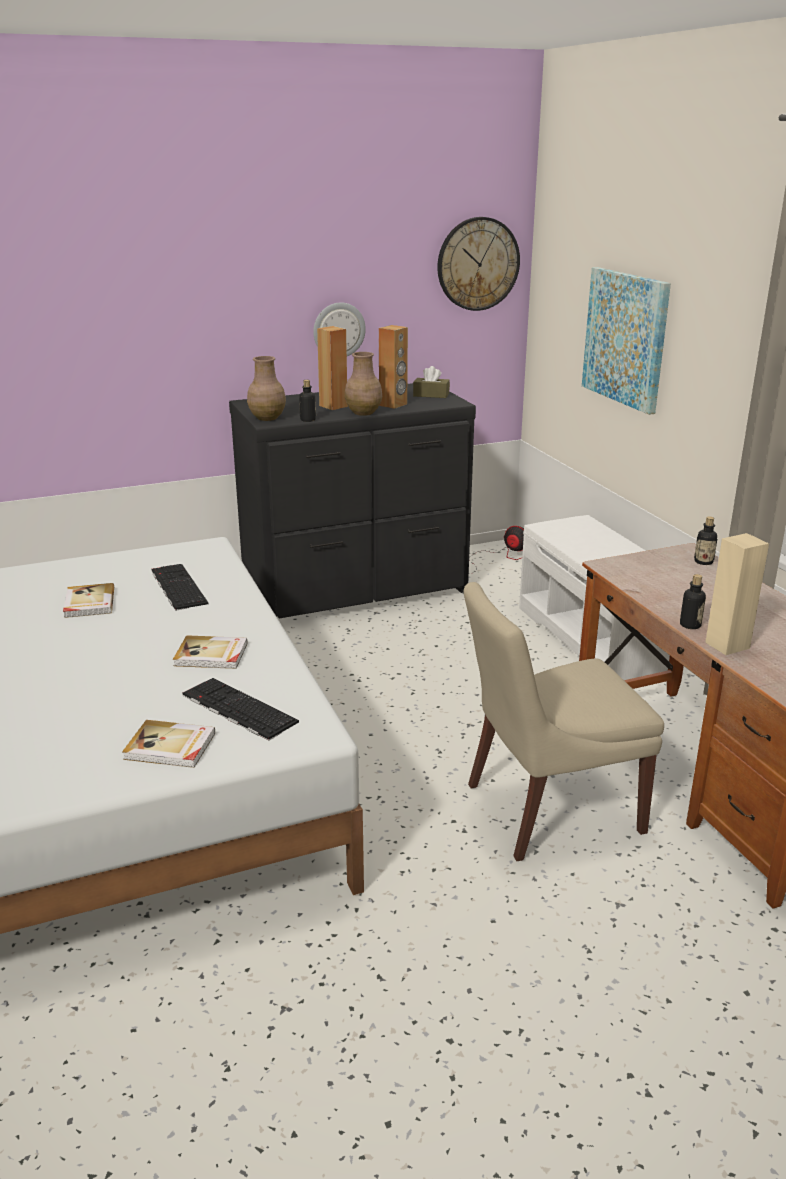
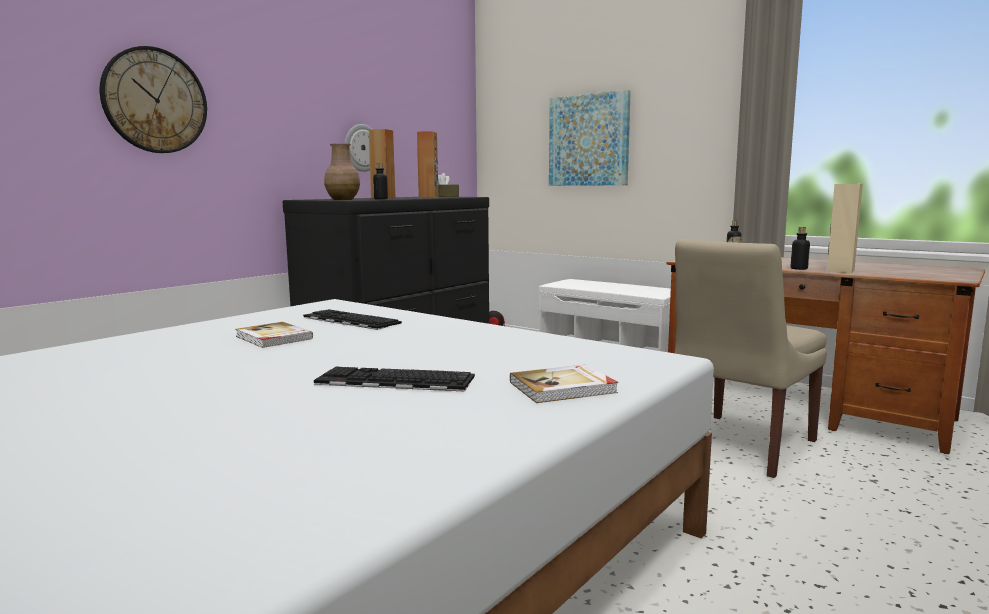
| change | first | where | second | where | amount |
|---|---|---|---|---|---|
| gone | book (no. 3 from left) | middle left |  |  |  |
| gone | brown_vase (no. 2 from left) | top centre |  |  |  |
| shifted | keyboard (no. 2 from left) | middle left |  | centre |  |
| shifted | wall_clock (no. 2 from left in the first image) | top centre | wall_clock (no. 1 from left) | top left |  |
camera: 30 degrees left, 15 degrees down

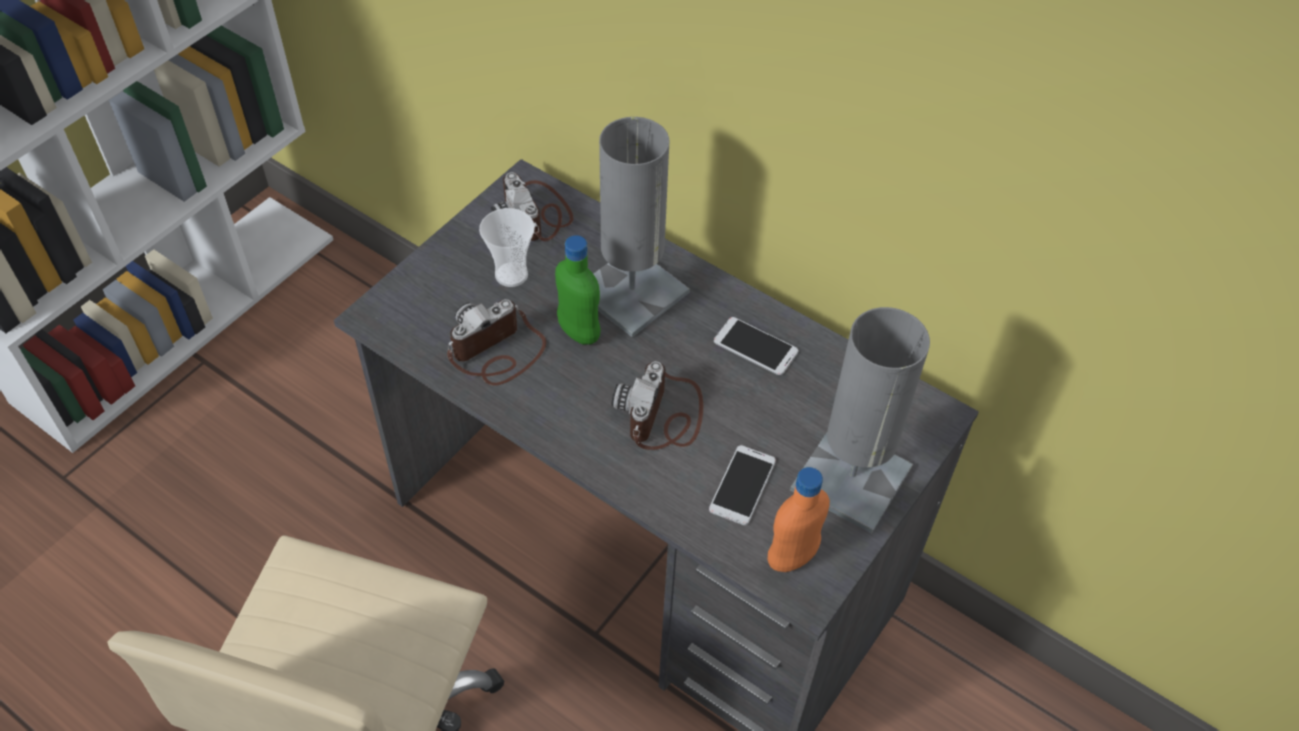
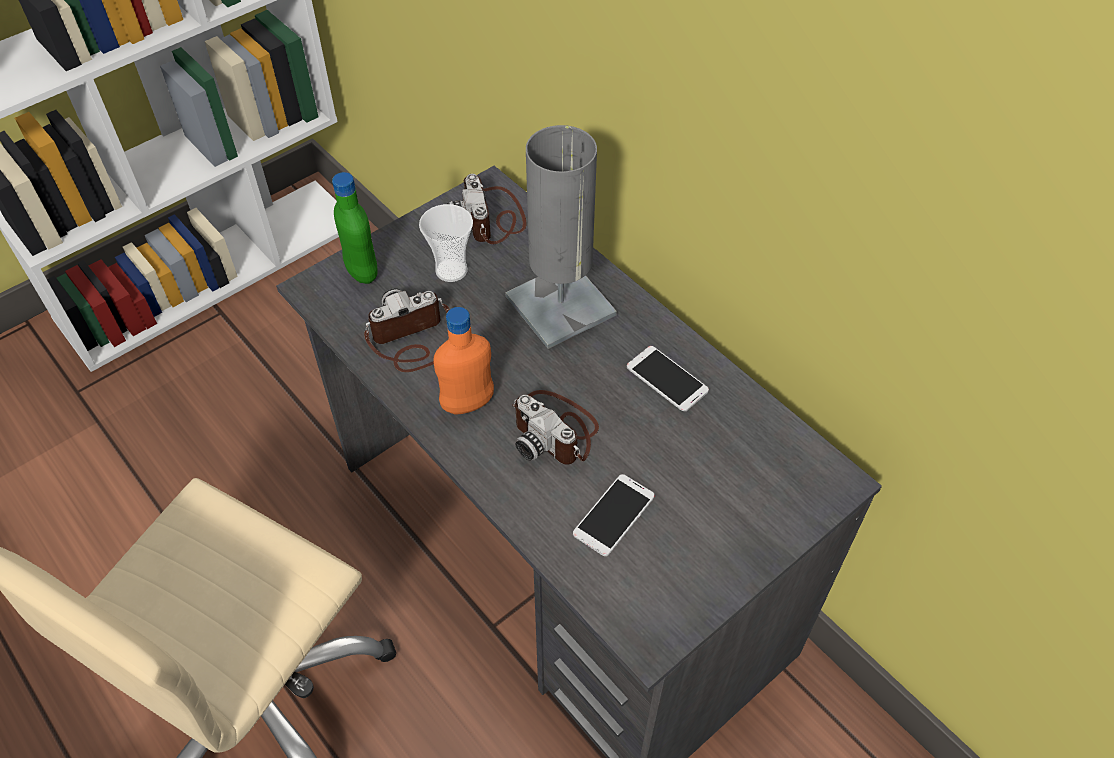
| change | first | where | second | where | amount |
|---|---|---|---|---|---|
| gone | grey_table_lamp (no. 2 from left) | centre |  |  |  |
| shifted | green_bottle | centre |  | top left |  |
| shifted | orange_bottle | bottom centre |  | centre |  |
| rotated | photo_camera (no. 3 from left) | centre |  | centre | 75 degrees counterclockwise |
camera: 15 degrees right, 0 degrees up

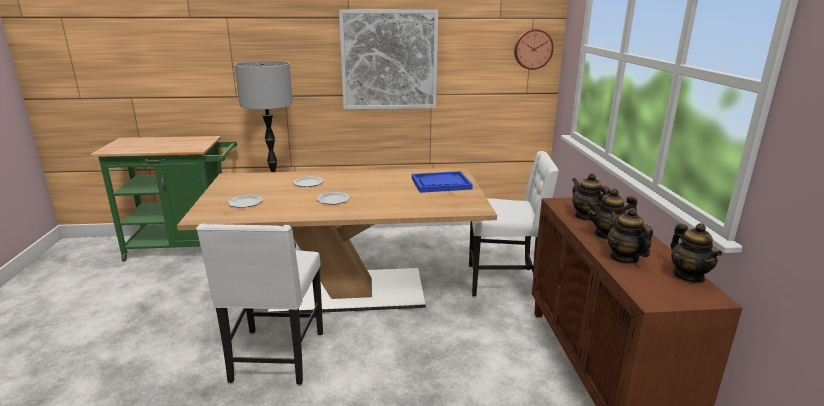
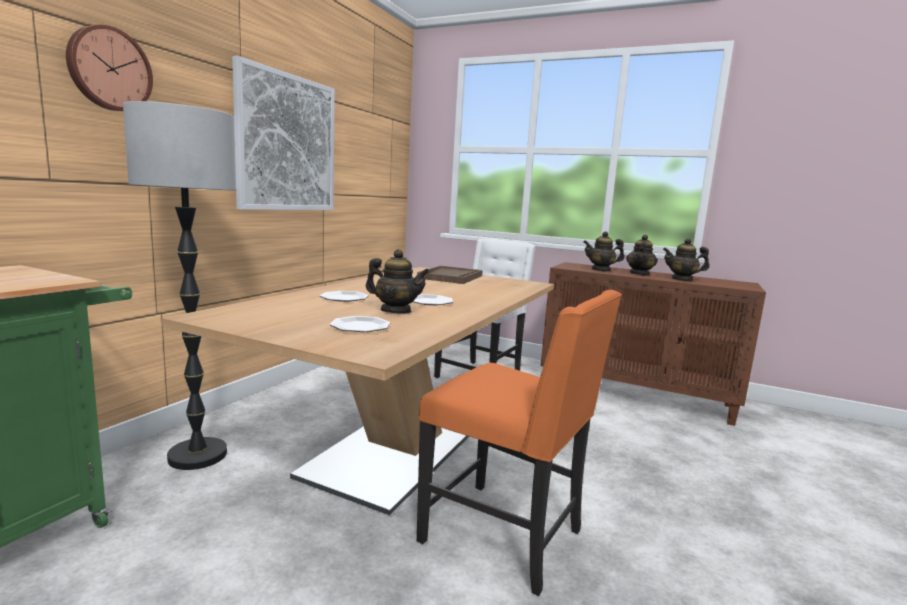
| change | first | where | second | where | amount |
|---|---|---|---|---|---|
| shifted | wall_clock | top centre |  | top left |  |
| shifted | teapot (no. 4 from left in the first image) | middle right | teapot (no. 1 from left) | centre |  |
| repainted | white_chair (no. 1 from left) | bottom left | orange_chair | bottom centre |  |
| repainted | blue_tray | centre | brown_tray | centre |  |
camera: 60 degrees left, 10 degrees down

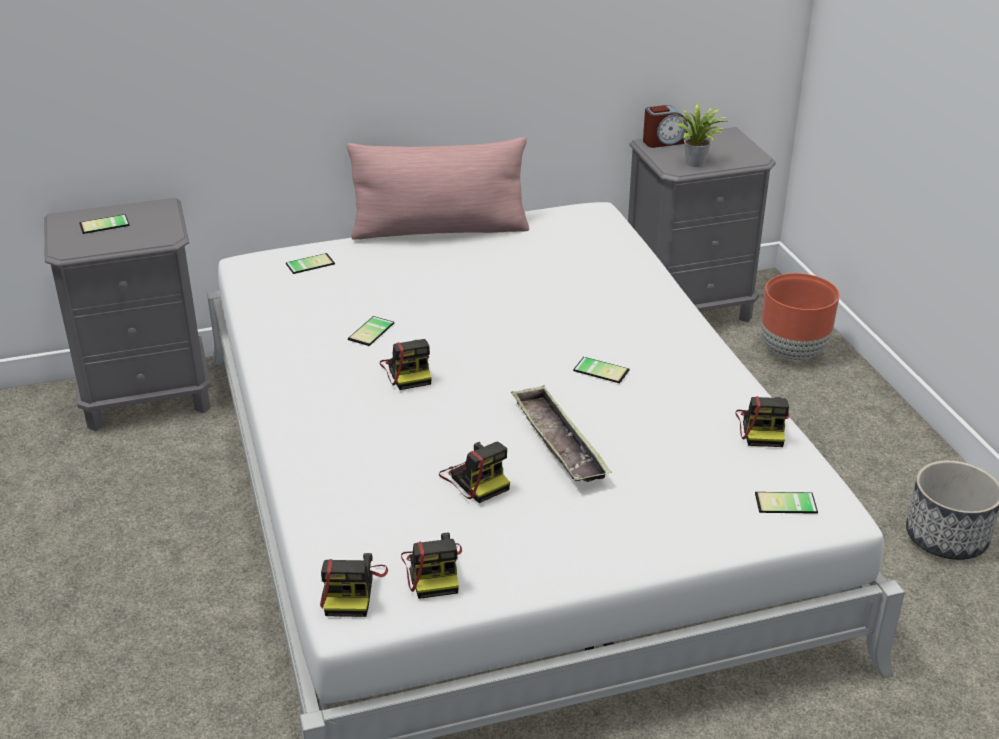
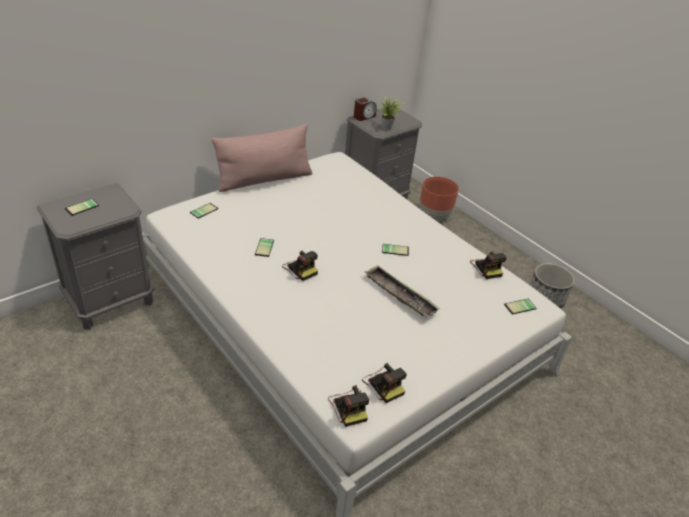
| change | first | where | second | where | amount |
|---|---|---|---|---|---|
| gone | photo_camera (no. 4 from left) | centre |  |  |  |
camera: 25 degrees left, 5 degrees up

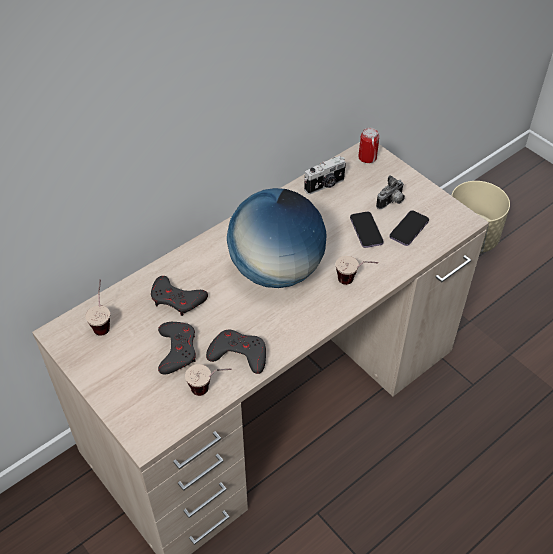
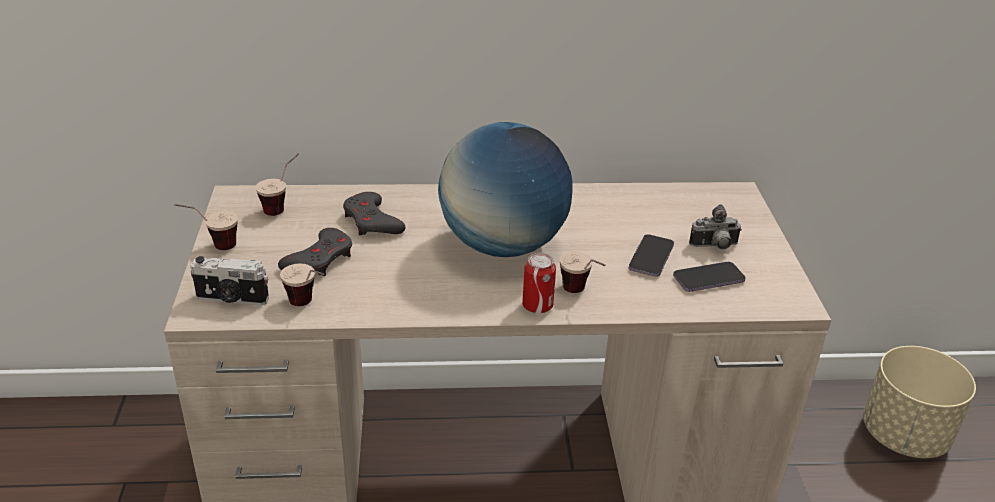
| change | first | where | second | where | amount |
|---|---|---|---|---|---|
| gone | grey_game_controller (no. 3 from left) | centre |  |  |  |
| new |  |  | cup (no. 1 from left) | middle left |  |
| shifted | photo_camera (no. 1 from left) | top centre |  | middle left |  |
| shifted | can | top centre |  | centre |  |
camera: 35 degrees right, 15 degrees down

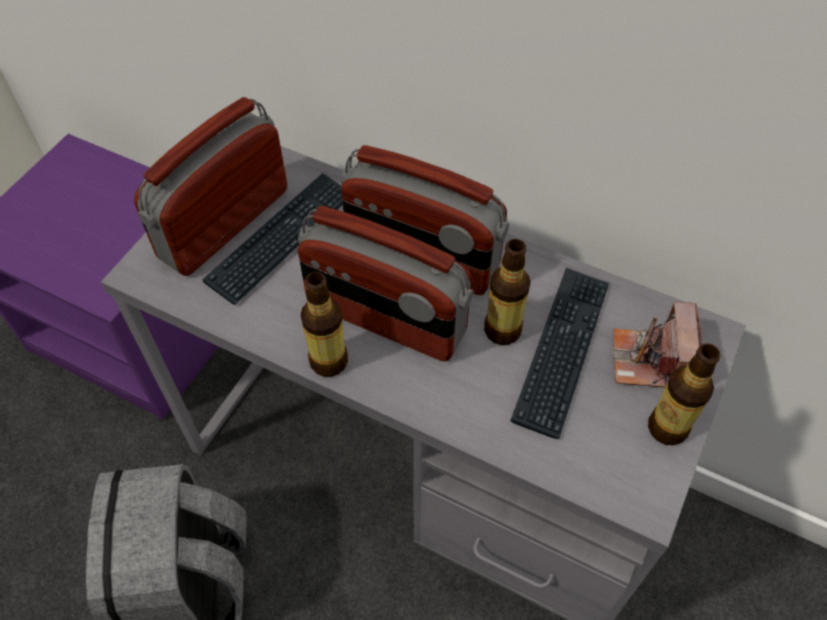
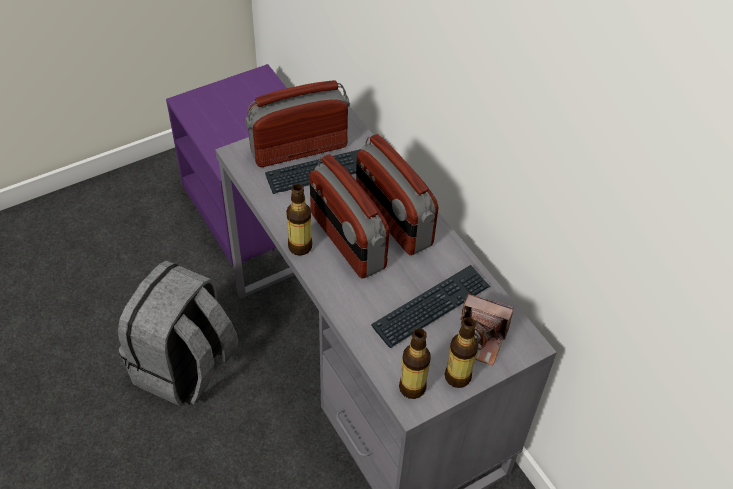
| change | first | where | second | where | amount |
|---|---|---|---|---|---|
| shifted | bottle (no. 2 from left) | centre |  | bottom centre |  |
| rotated | photo_camera | middle right |  | bottom centre | 105 degrees counterclockwise |
camera: 30 degrees right, 5 degrees down

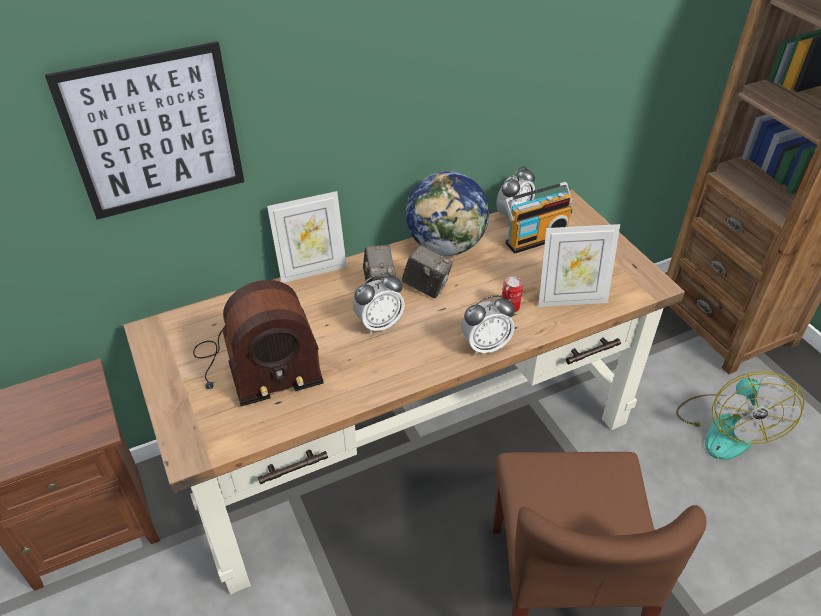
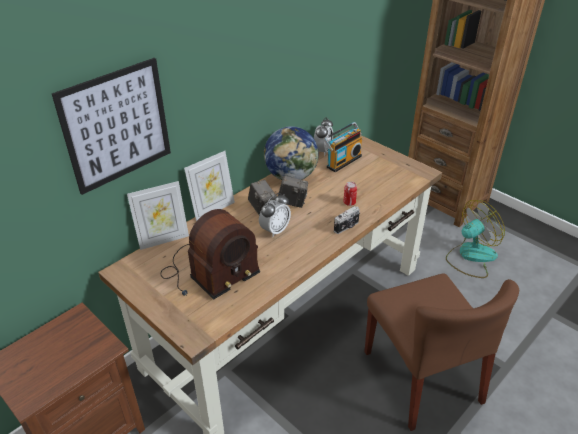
| change | first | where | second | where | amount |
|---|---|---|---|---|---|
| shifted | picture_frame (no. 2 from left in the first image) | middle right | picture_frame (no. 1 from left) | middle left |  |
| swapped | alarm_clock (no. 2 from left) | centre | photo_camera (no. 3 from left) | centre |  |
| rotated | fan | bottom right |  | middle right | 105 degrees counterclockwise |
camera: 20 degrees left, 5 degrees down

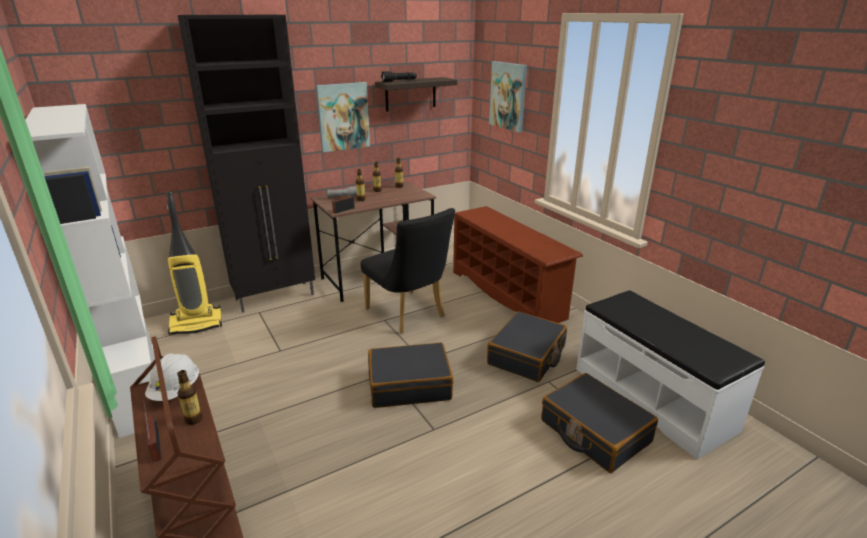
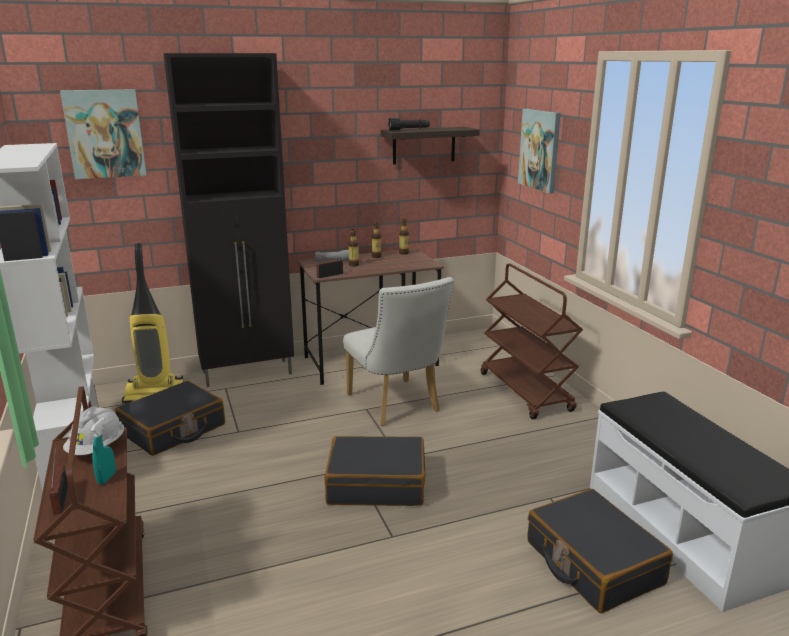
| change | first | where | second | where | amount |
|---|---|---|---|---|---|
| shifted | picture (no. 1 from left) | top centre |  | top left |  |
| shifted | black_suitcase (no. 2 from left in the first image) | centre | black_suitcase (no. 1 from left) | middle left |  |
| swapped | bottle (no. 1 from left) | bottom left | turquoise_spray_bottle | bottom left |  |
| swapped | brown_shoe_rack | centre | brown_cart (no. 2 from left) | middle right |  |
| repainted | black_chair | centre | white_chair | centre |  |
camera: 10 degrees right, 5 degrees down

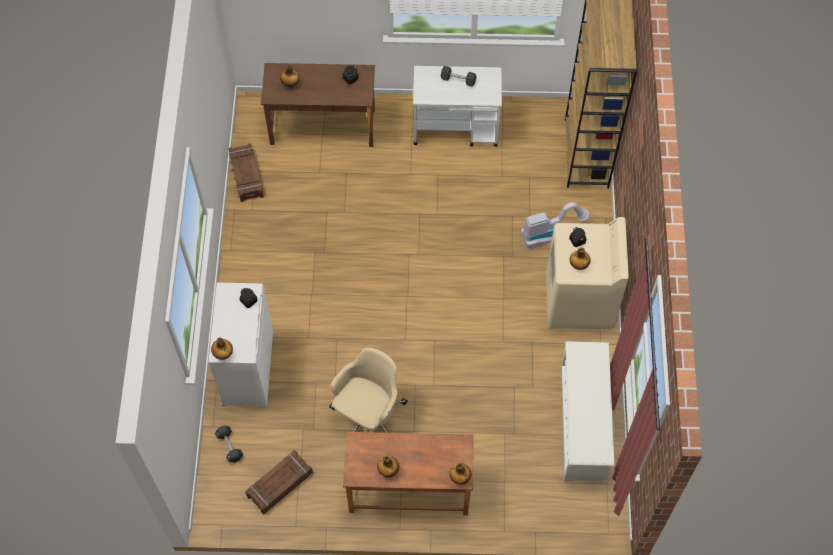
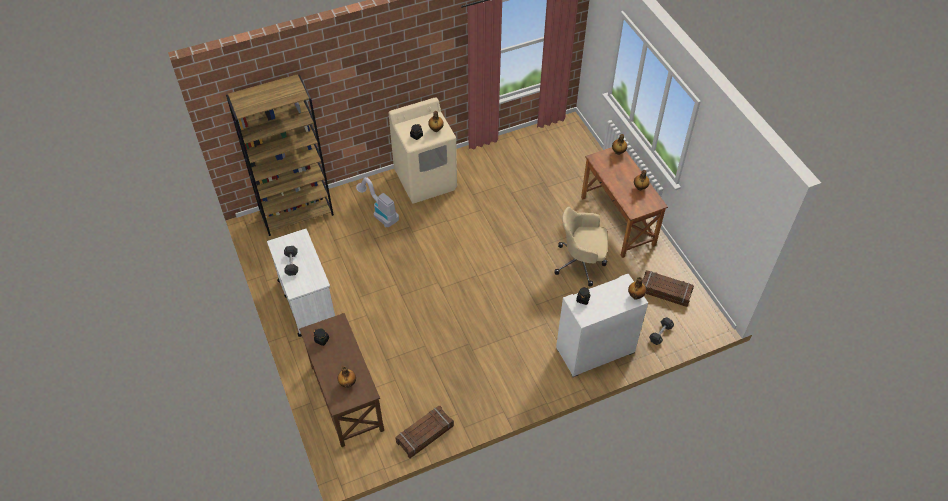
| change | first | where | second | where | amount |
|---|---|---|---|---|---|
| gone | white_shoe_rack | bottom right |  |  |  |
camera: 115 degrees left, 10 degrees down

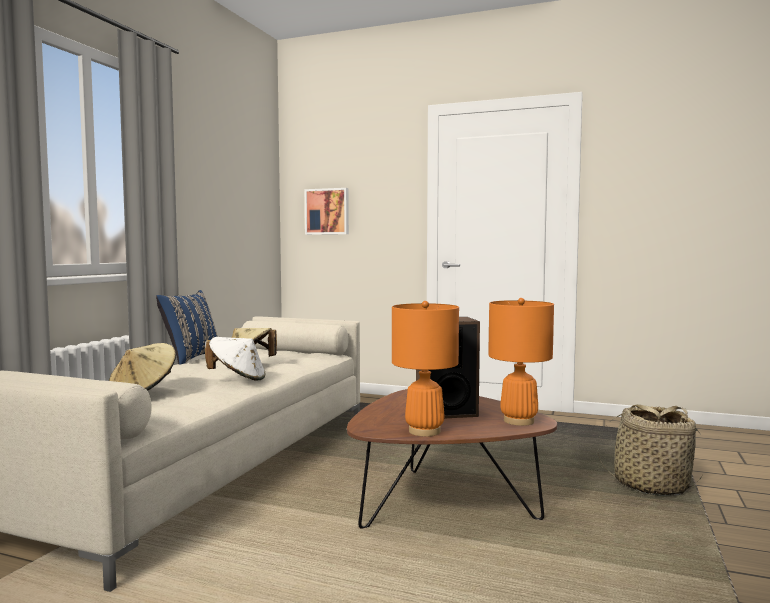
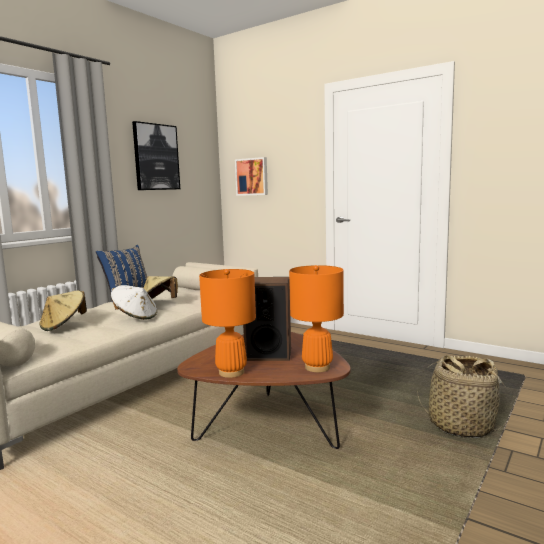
| change | first | where | second | where | amount |
|---|---|---|---|---|---|
| new |  |  | picture (no. 1 from left) | top left |  |
camera: 15 degrees right, 5 degrees up

